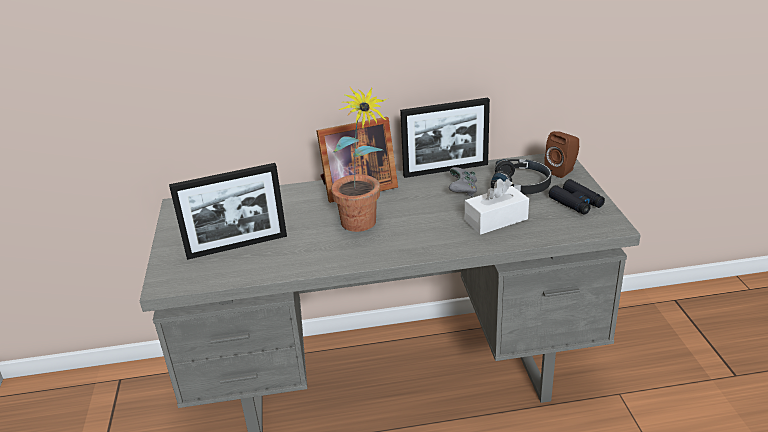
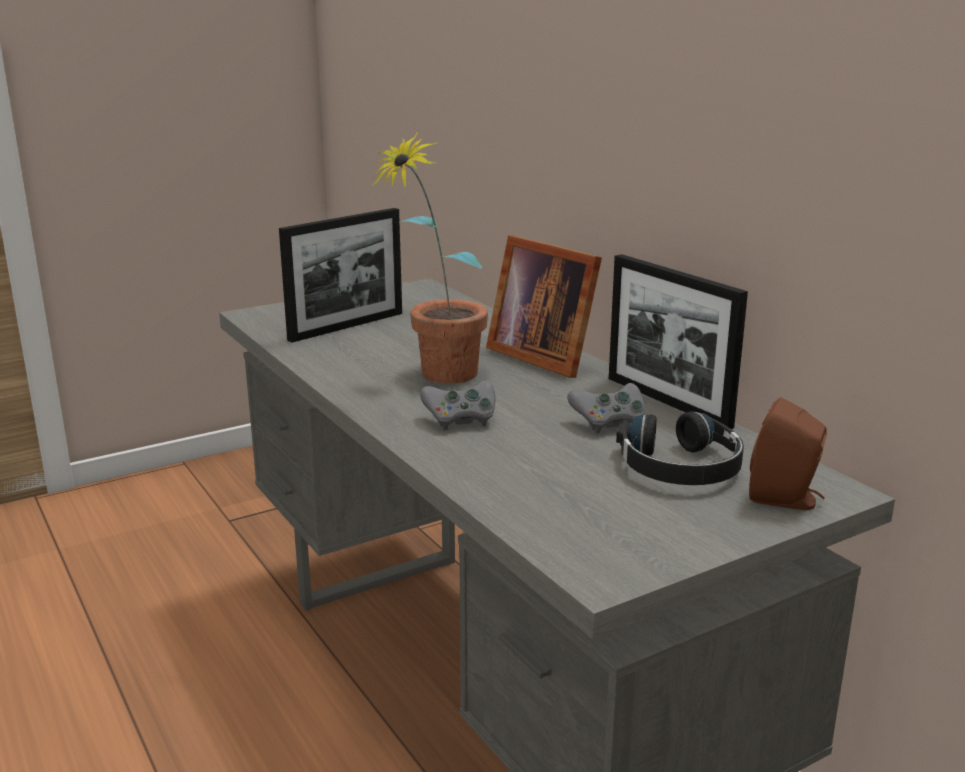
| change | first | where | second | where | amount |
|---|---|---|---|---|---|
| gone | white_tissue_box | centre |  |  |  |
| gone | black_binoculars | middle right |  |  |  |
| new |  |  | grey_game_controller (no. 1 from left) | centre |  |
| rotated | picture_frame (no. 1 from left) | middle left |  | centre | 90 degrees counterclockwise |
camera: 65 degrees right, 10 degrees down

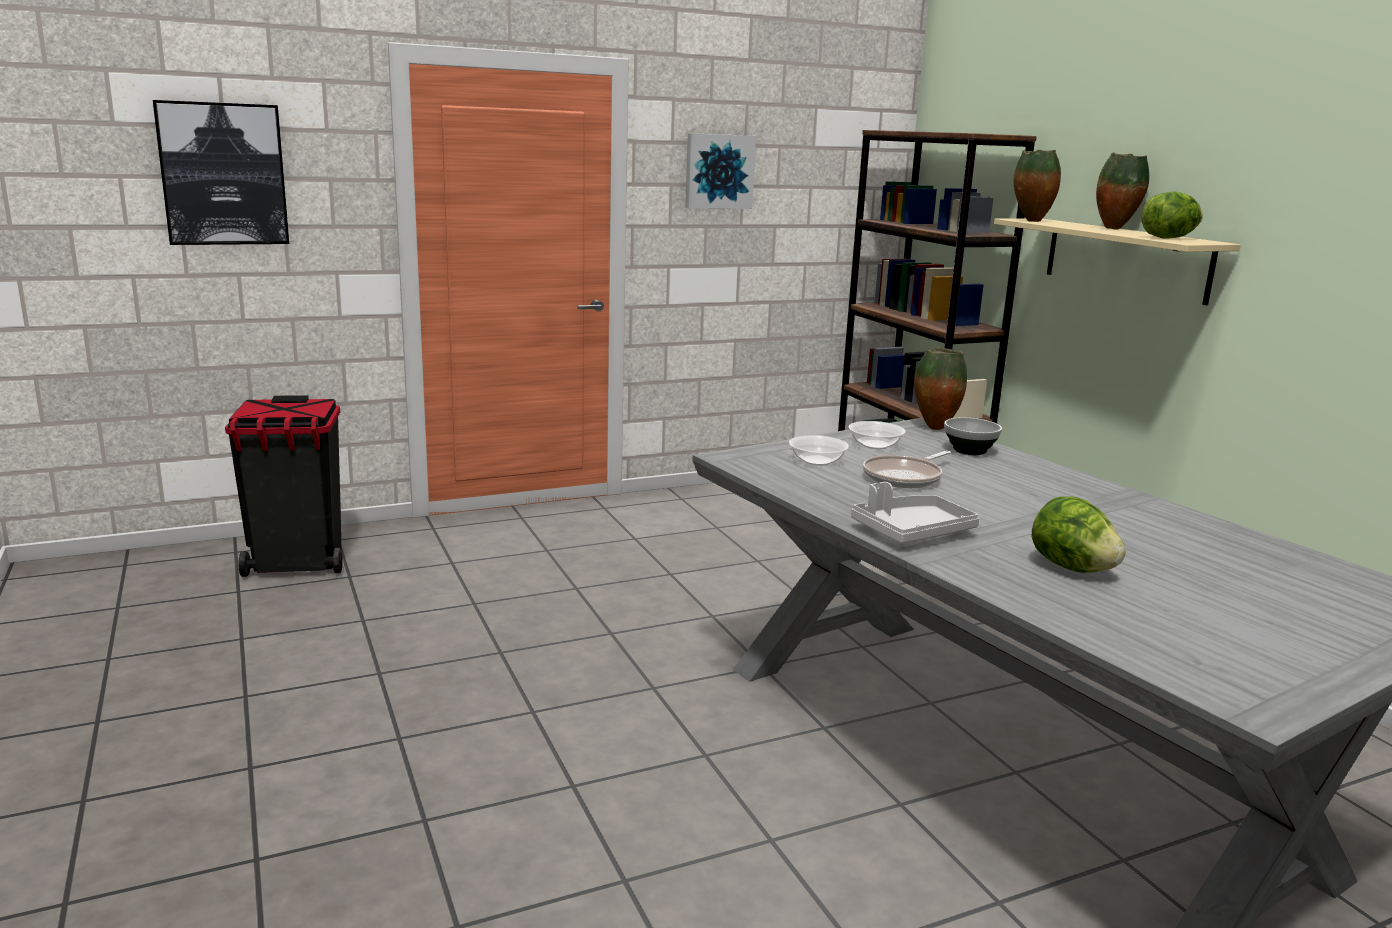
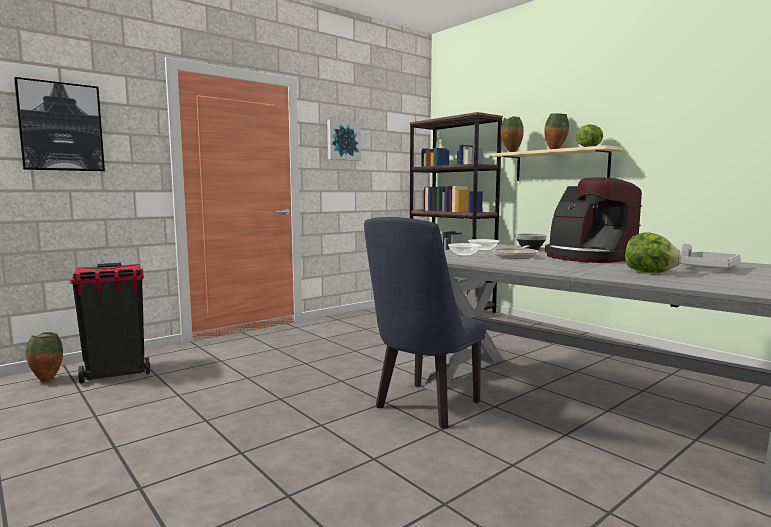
| change | first | where | second | where | amount |
|---|---|---|---|---|---|
| new |  |  | blue_chair | centre |  |
| new |  |  | coffee_machine | middle right |  |
| shifted | grey_tray | centre |  | middle right |  |
| shifted | vase (no. 1 from left) | middle right |  | bottom left |  |
camera: 15 degrees left, 10 degrees down

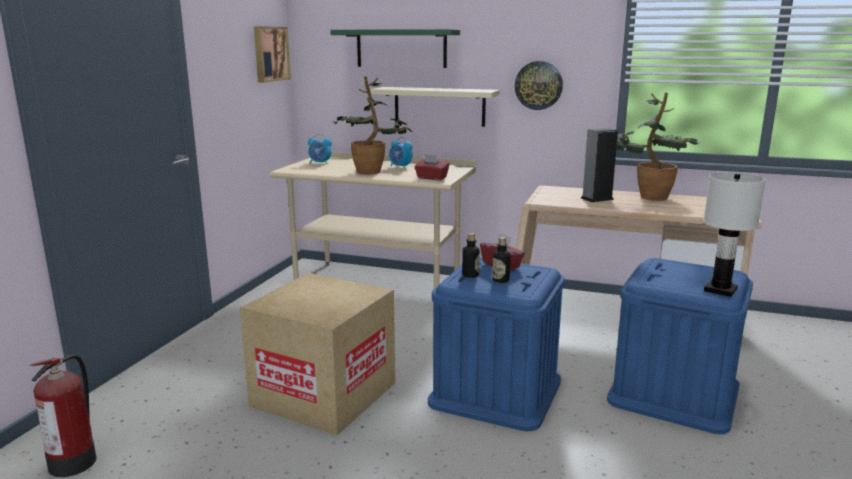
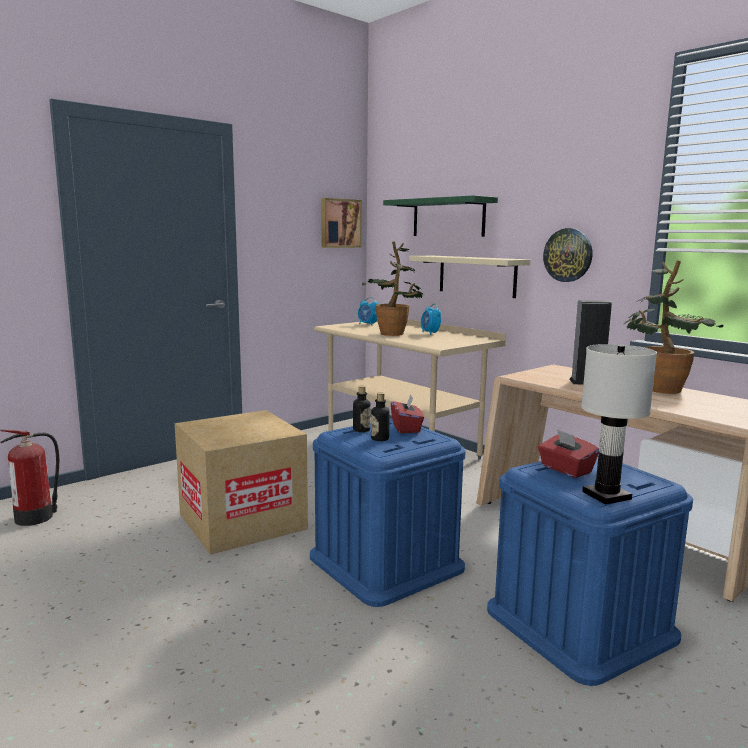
| change | first | where | second | where | amount |
|---|---|---|---|---|---|
| shifted | red_tissue_box (no. 1 from left in the first image) | centre | red_tissue_box (no. 2 from left) | middle right |  |
camera: 30 degrees right, 5 degrees down

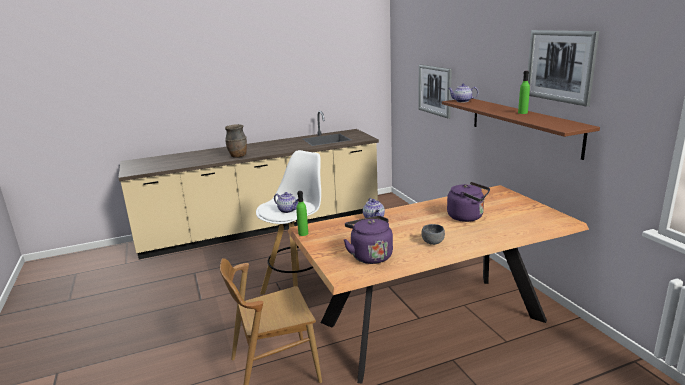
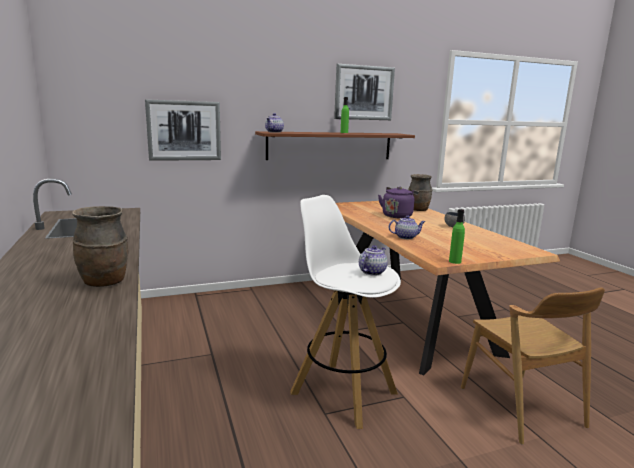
| change | first | where | second | where | amount |
|---|---|---|---|---|---|
| gone | purple_kettle (no. 1 from left) | centre |  |  |  |
| new |  |  | brown_vase (no. 2 from left) | centre |  |
camera: 90 degrees left, 5 degrees down

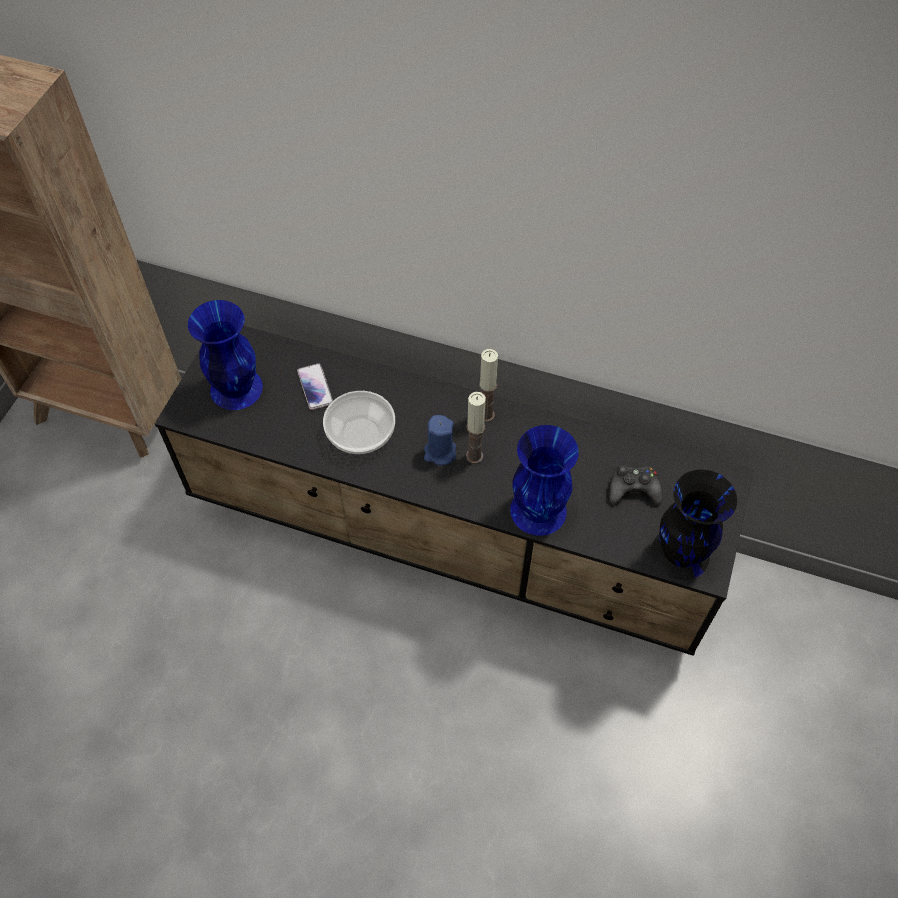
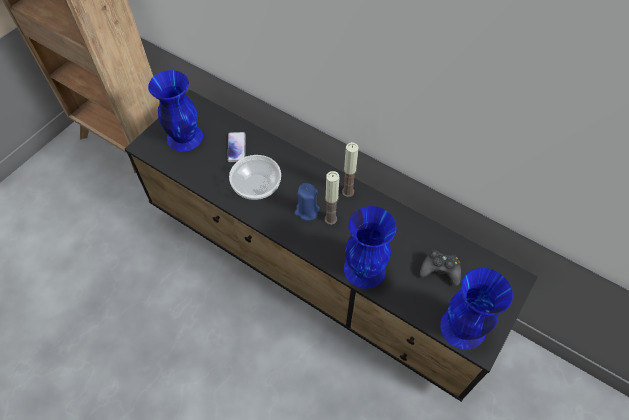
| change | first | where | second | where | amount |
|---|---|---|---|---|---|
| repainted | black_vase | middle right | blue_vase (no. 3 from left) | bottom right |  |
camera: 15 degrees right, 0 degrees up

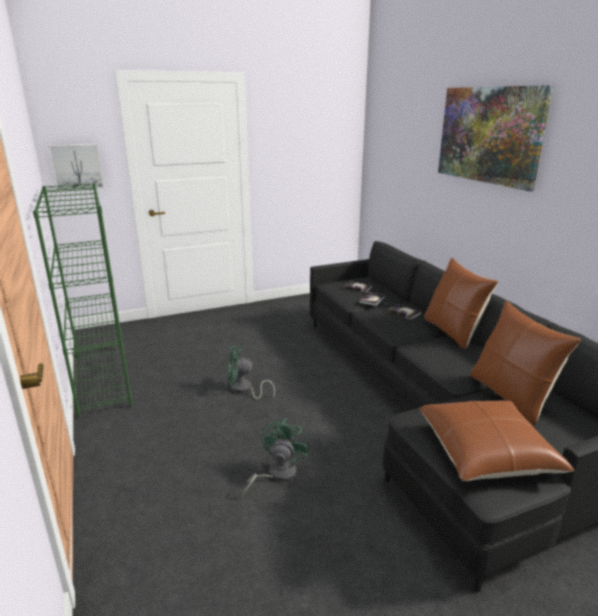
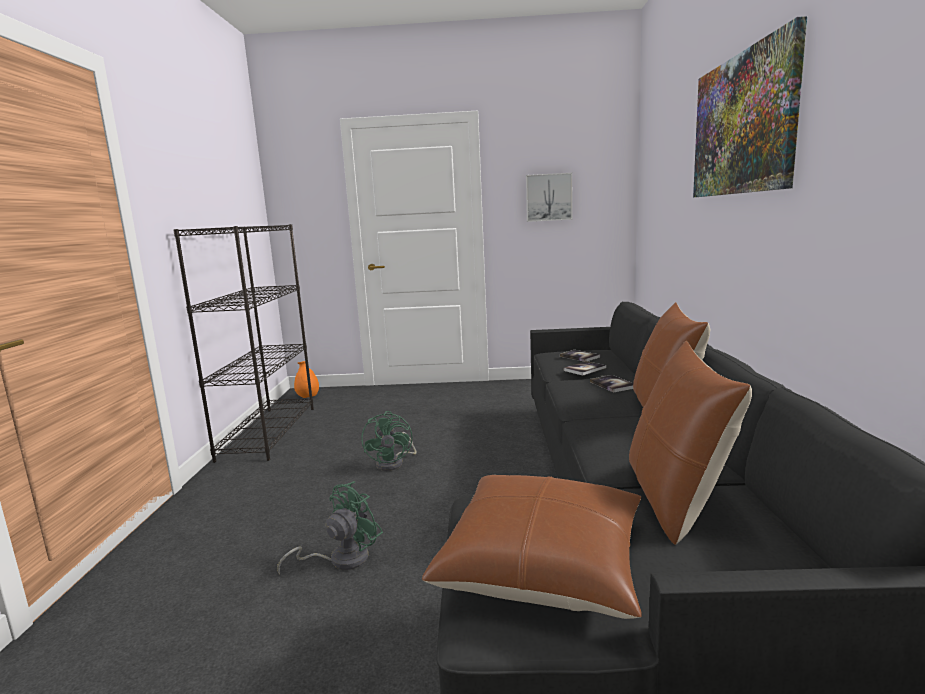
| change | first | where | second | where | amount |
|---|---|---|---|---|---|
| new |  |  | orange_vase | middle left |  |
| shifted | picture (no. 1 from left) | top left |  | top centre |  |
| repainted | green_bookcase | middle left | black_bookcase | middle left |  |
| rotated | green_fan (no. 1 from left in the first image) | centre | green_fan (no. 2 from left) | centre | 120 degrees counterclockwise |
camera: 25 degrees right, 10 degrees down

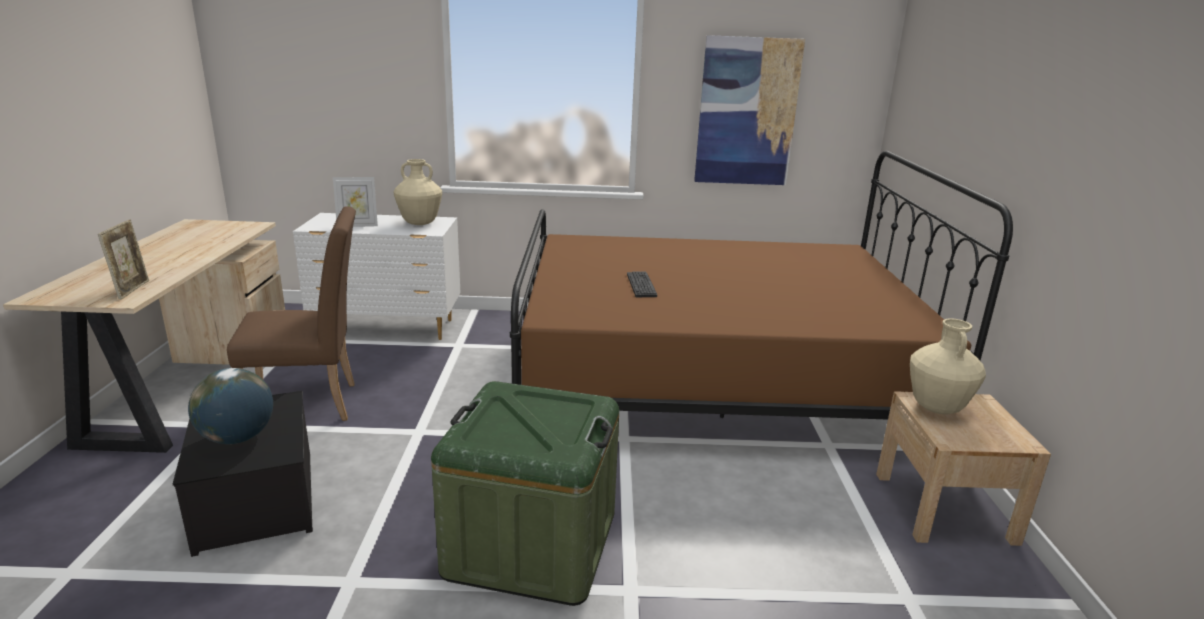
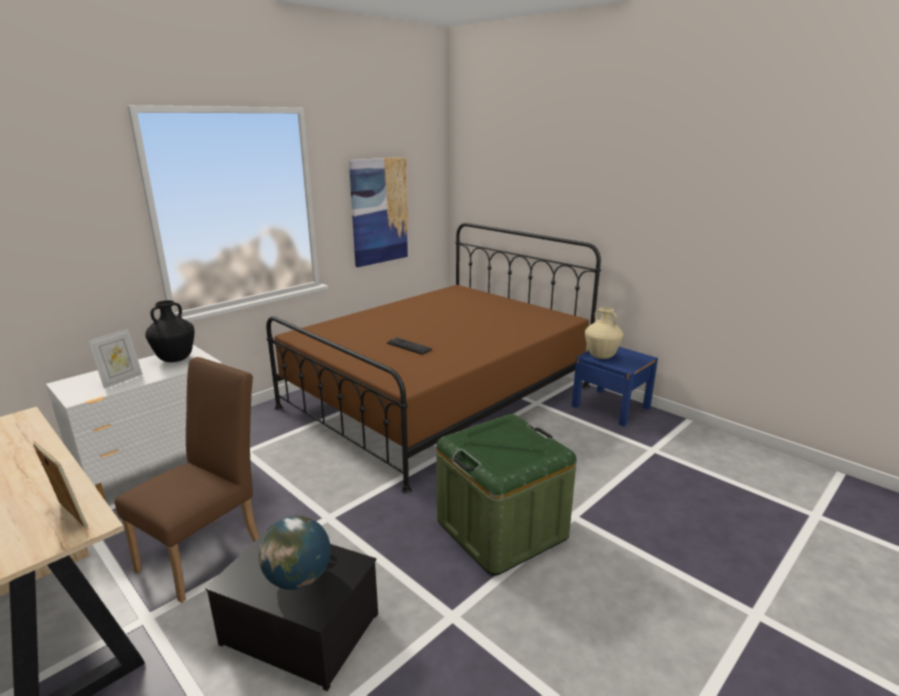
| change | first | where | second | where | amount |
|---|---|---|---|---|---|
| repainted | beige_vase (no. 1 from left) | top centre | black_vase | middle left |  |
| repainted | beige_nightstand | bottom right | blue_nightstand | middle right |  |
camera: 45 degrees left, 0 degrees up

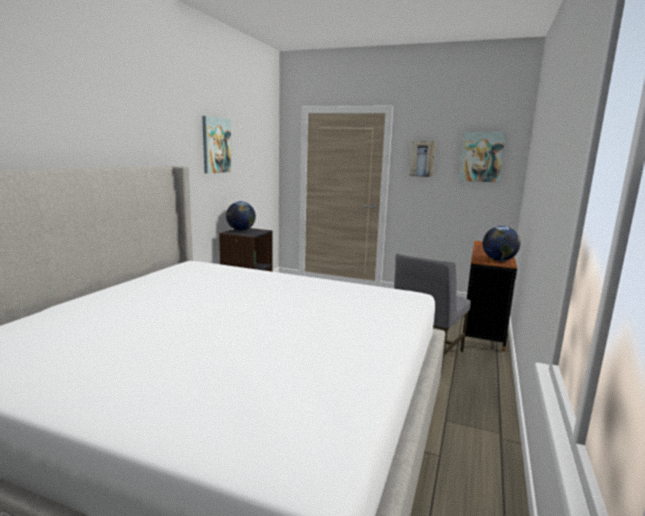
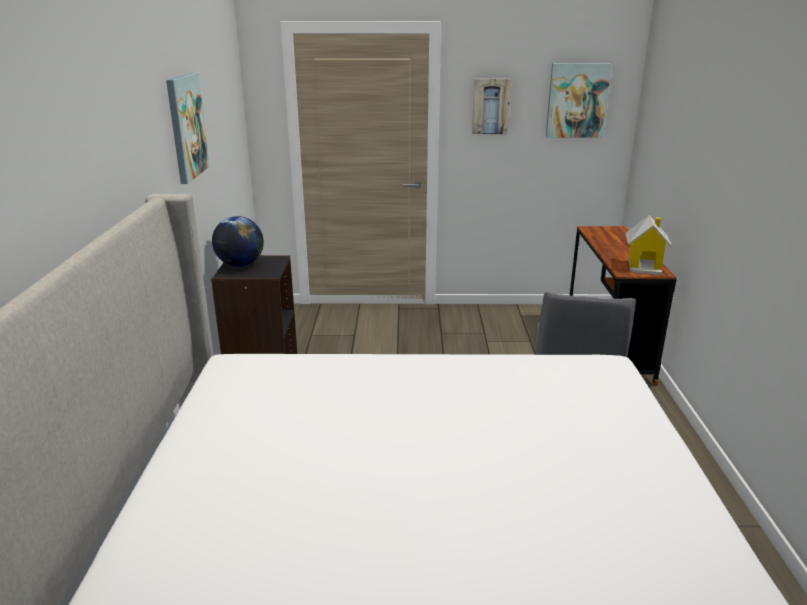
| change | first | where | second | where | amount |
|---|---|---|---|---|---|
| swapped | globe (no. 2 from left) | middle right | toy_house | middle right |  |
camera: 20 degrees left, 10 degrees up

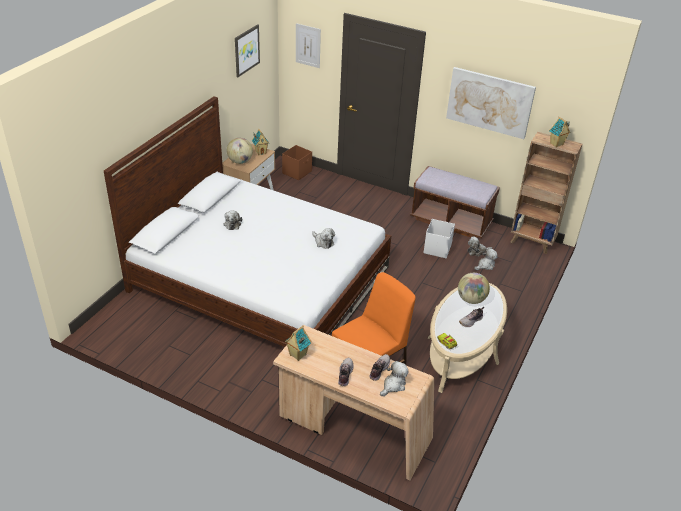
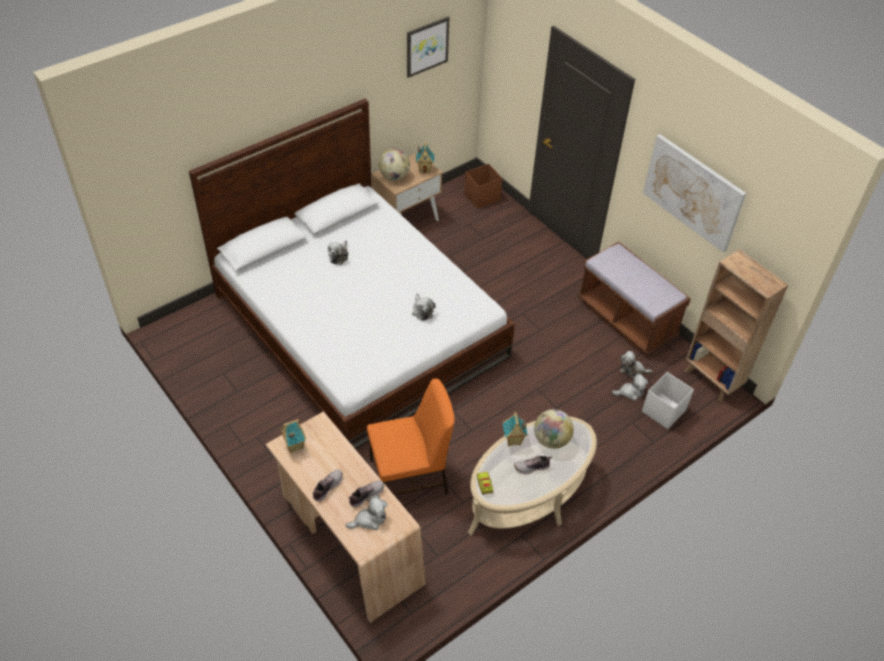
| change | first | where | second | where | amount |
|---|---|---|---|---|---|
| gone | picture (no. 2 from left) | top centre |  |  |  |
| shifted | white_storage_box | centre |  | middle right |  |
| shifted | toy_house (no. 3 from left) | top right |  | centre |  |
camera: 25 degrees right, 10 degrees up

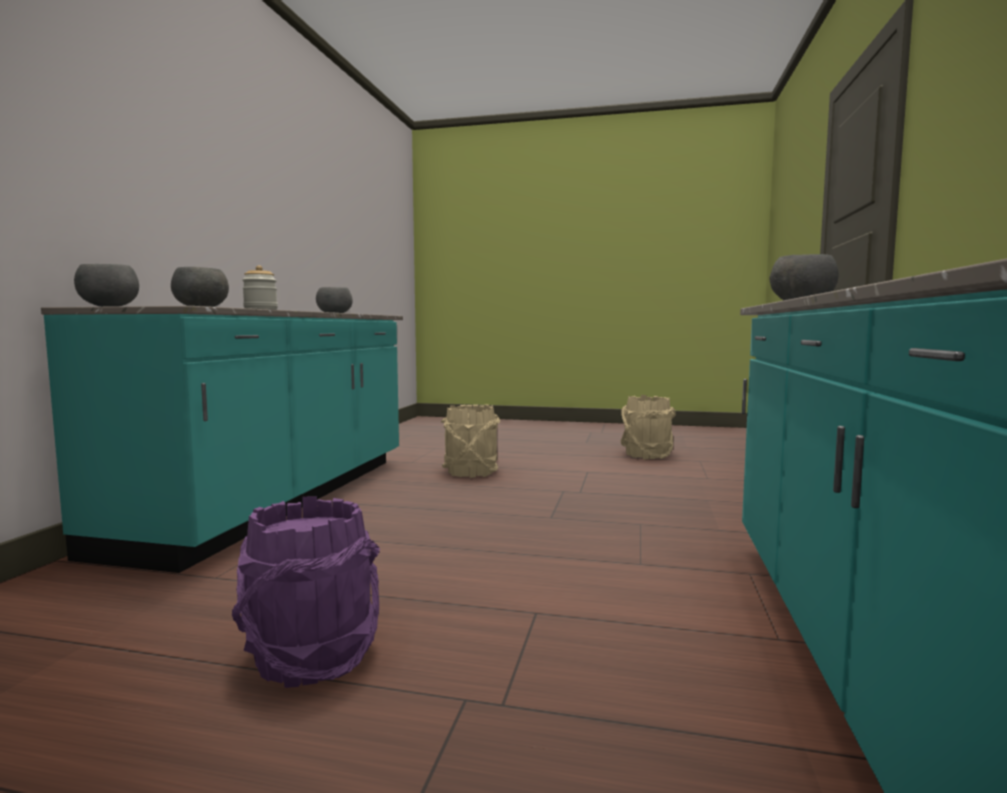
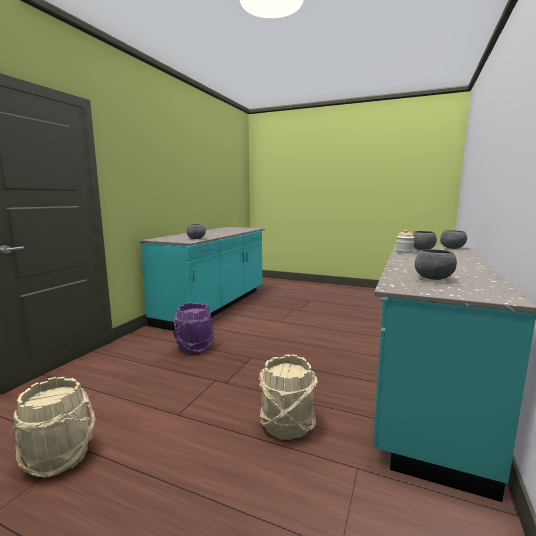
| change | first | where | second | where | amount |
|---|---|---|---|---|---|
| shifted | purple_bucket | bottom left |  | centre |  |
camera: 170 degrees left, 5 degrees up

